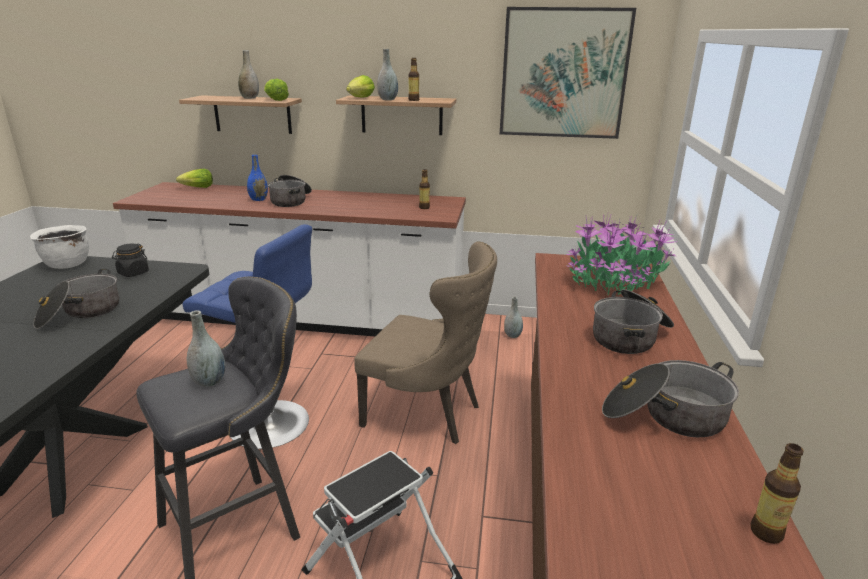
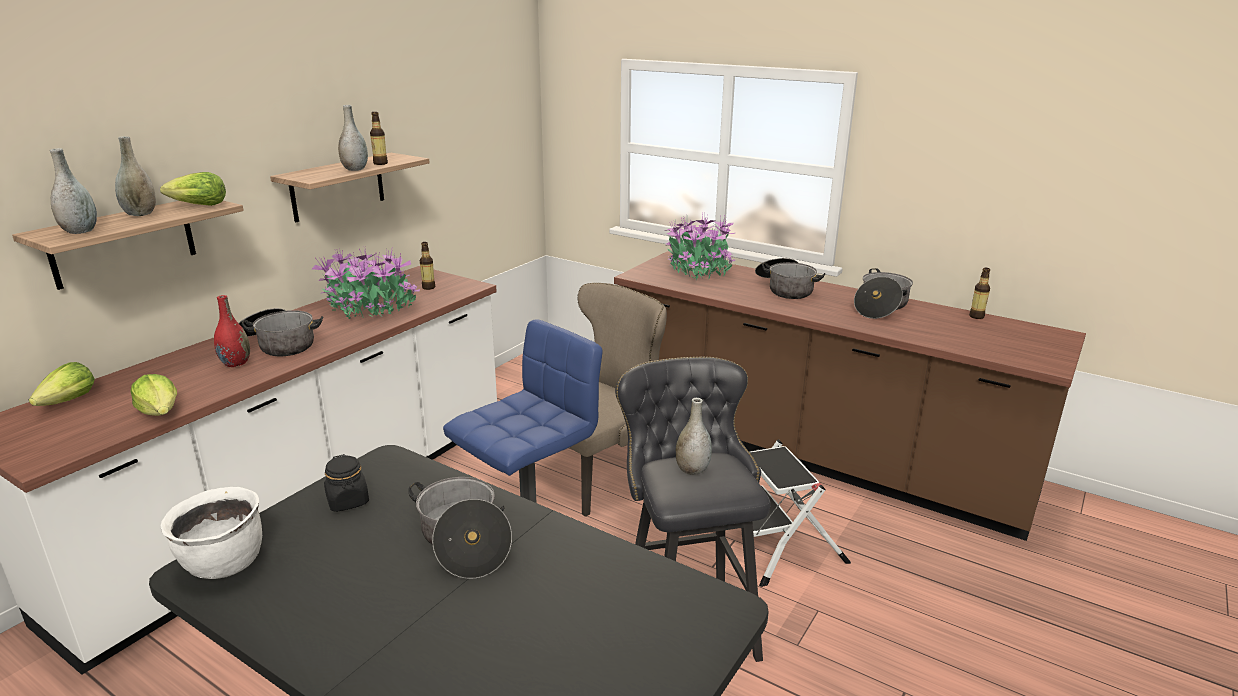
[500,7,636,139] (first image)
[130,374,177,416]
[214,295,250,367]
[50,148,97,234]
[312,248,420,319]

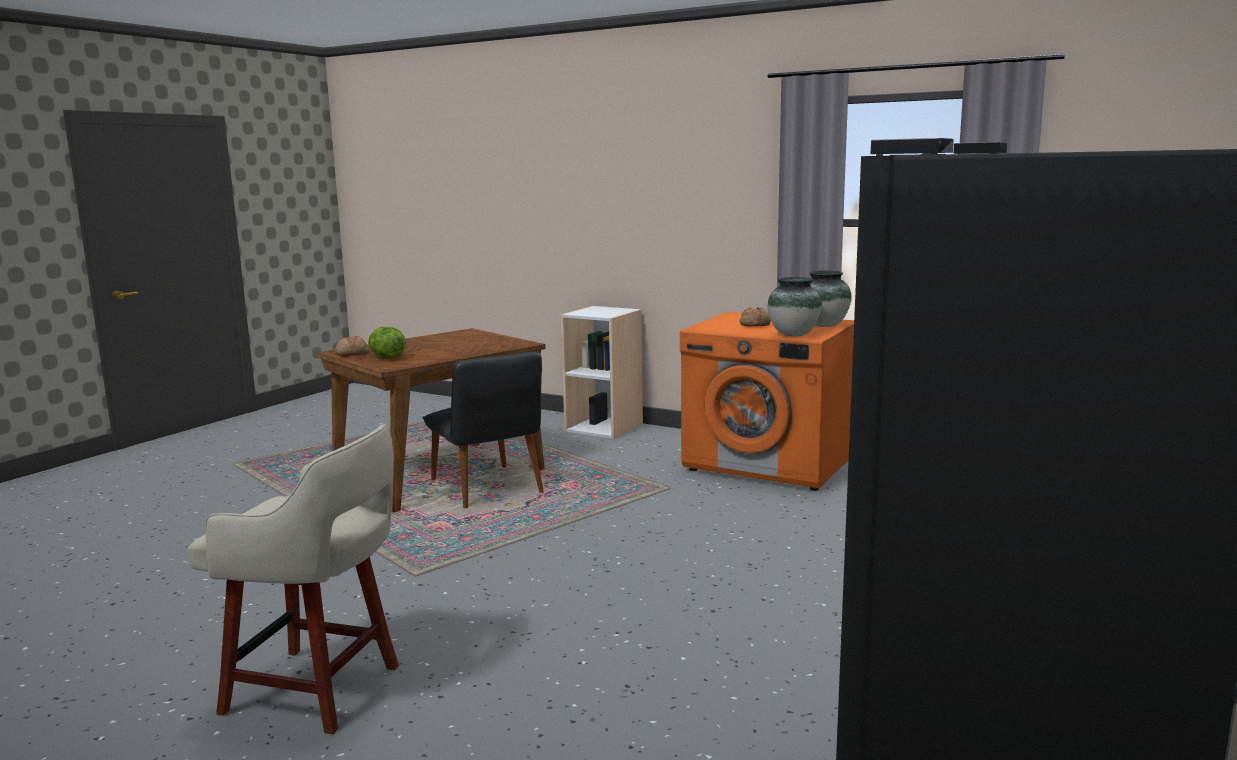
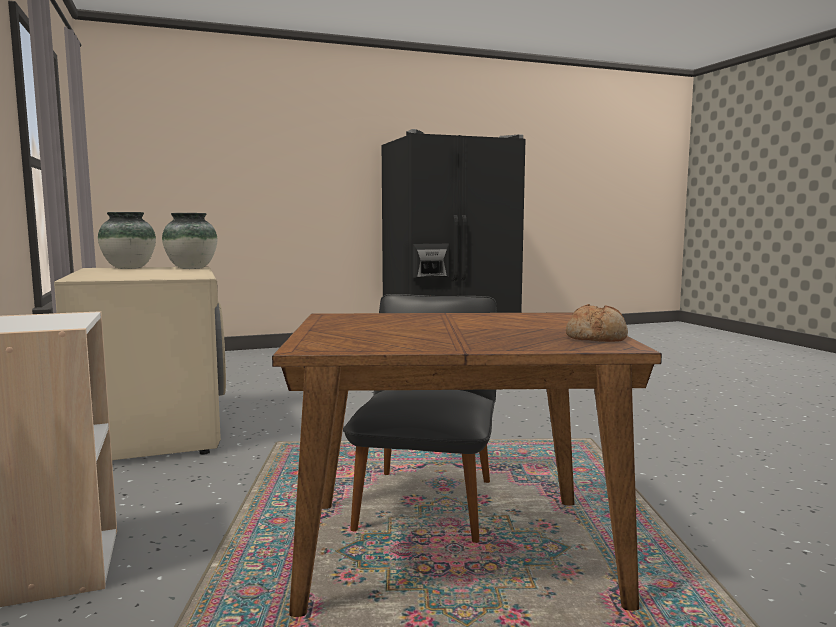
[740,307,771,326] (first image)
[54,267,226,460]
[368,327,406,359] (first image)
[188,424,399,734] (first image)

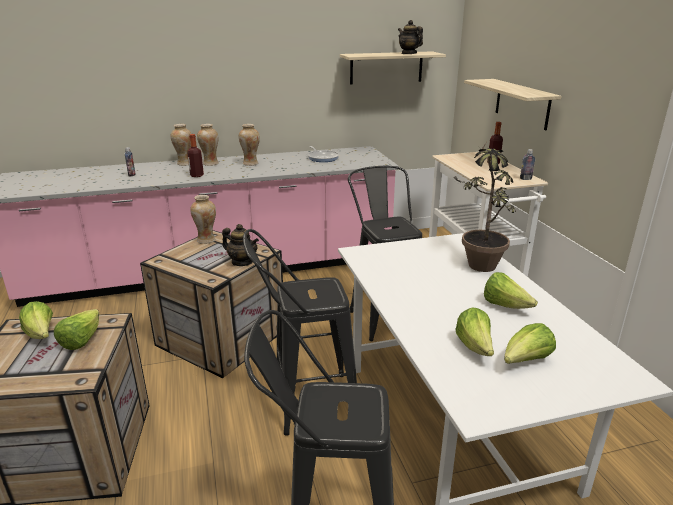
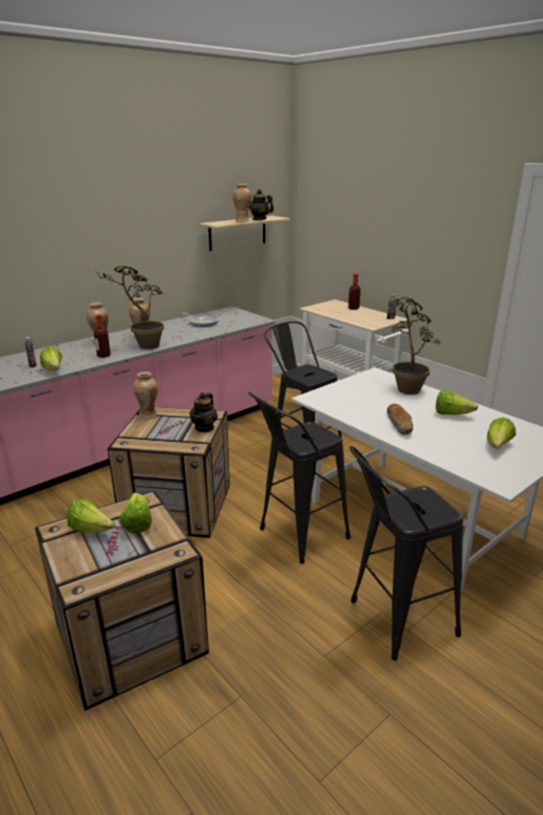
[464,79,561,131] (first image)
[233,184,251,222]
[189,392,218,432]
[40,347,62,371]
[94,266,164,349]
[387,404,413,435]

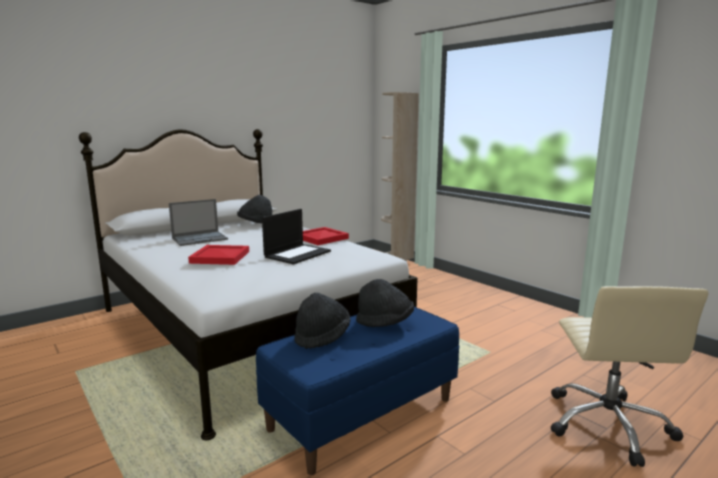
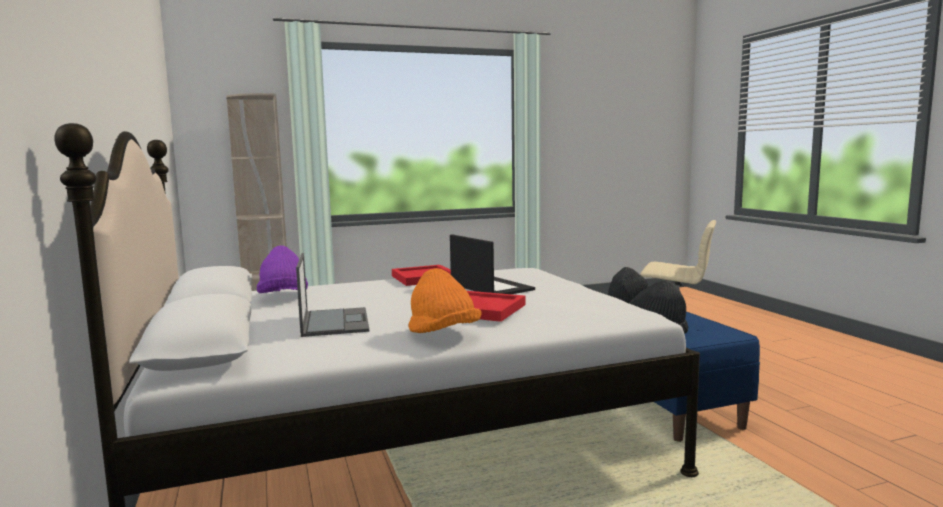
[257,246,308,293]
[409,268,481,333]

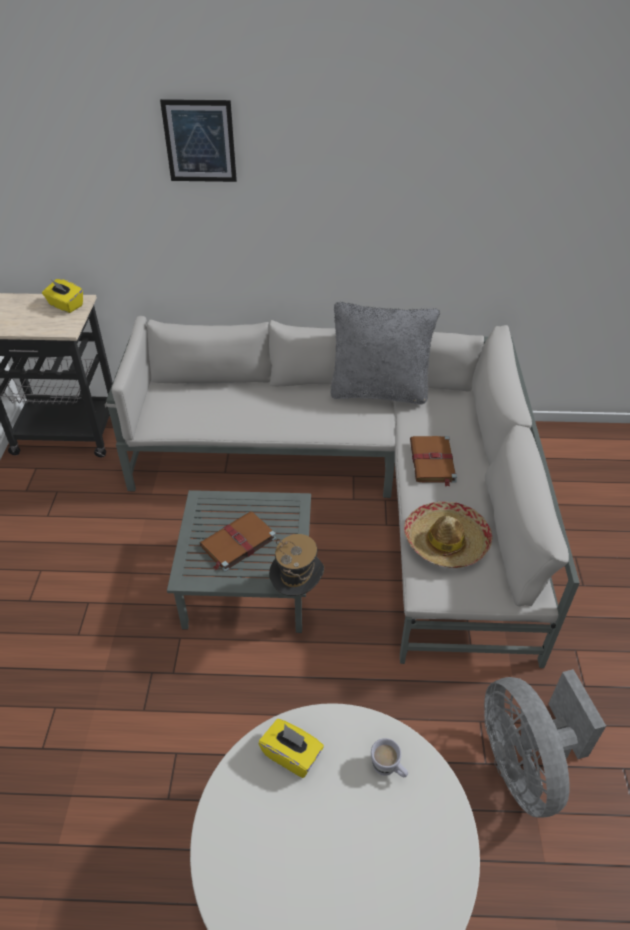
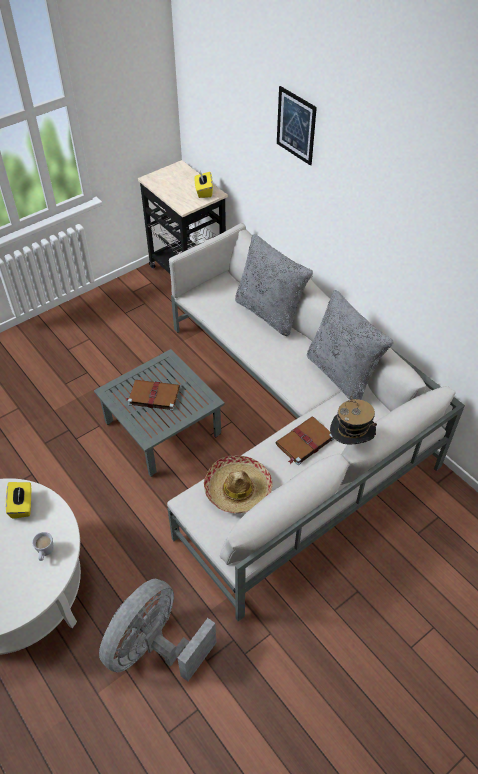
[330,397,377,444]
[235,234,314,337]

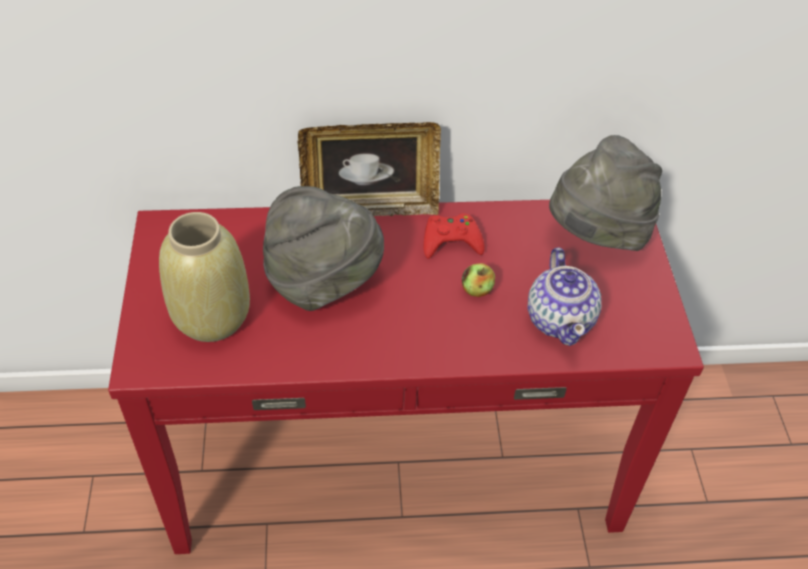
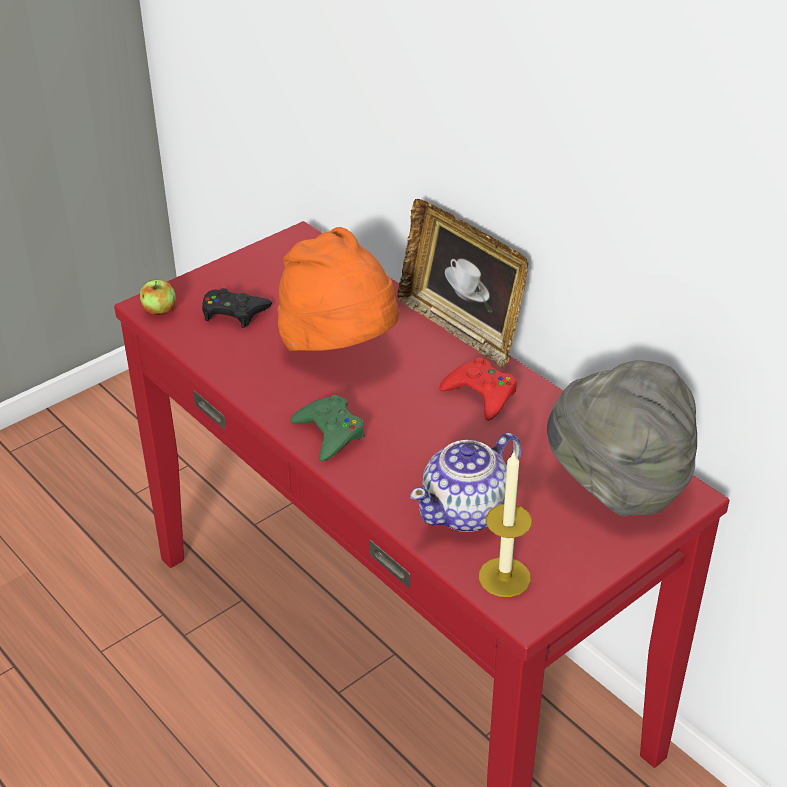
[277,227,400,351]
[202,288,272,328]
[140,279,176,315]
[290,395,365,462]
[479,452,532,597]

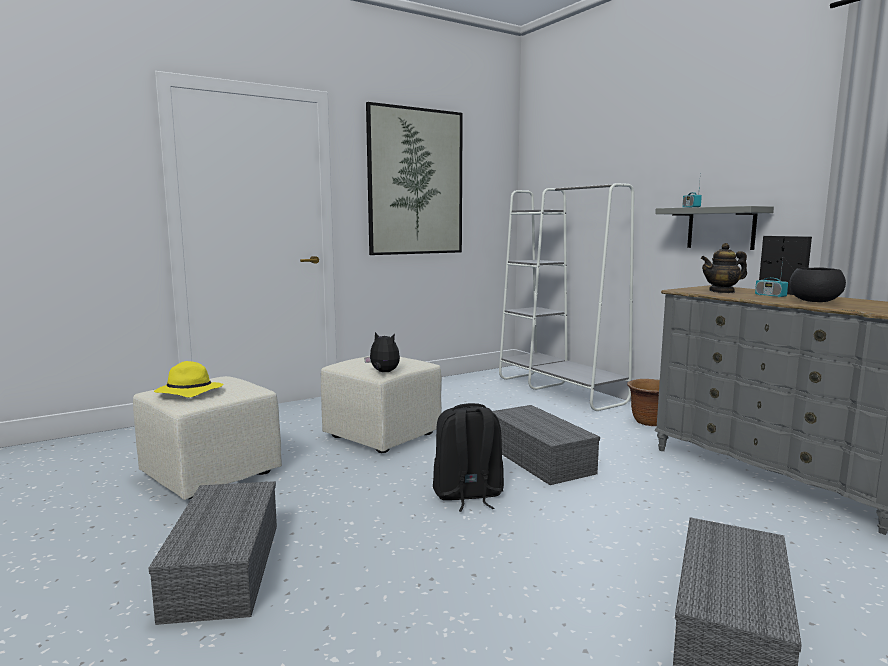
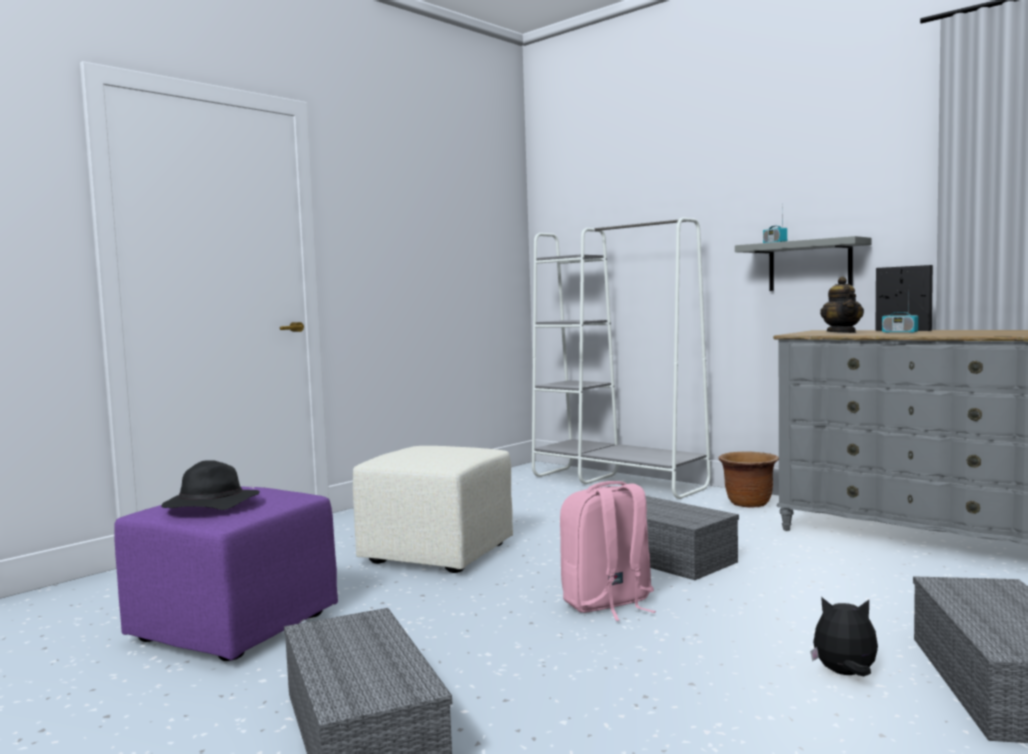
[366,102,463,255] (first image)
[820,277,864,333]
[789,267,846,302] (first image)
[810,597,878,676]
[161,460,260,510]
[115,487,338,661]
[560,481,656,621]

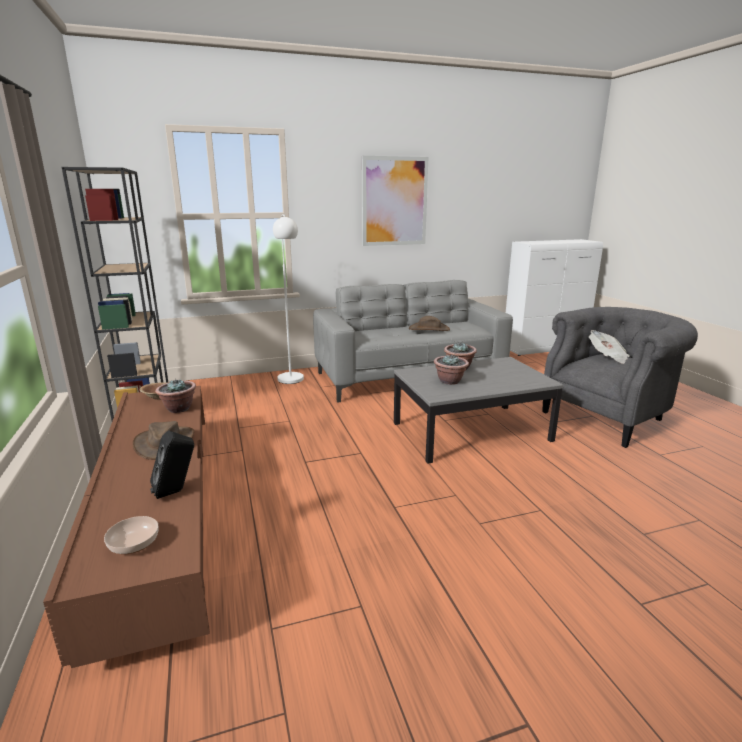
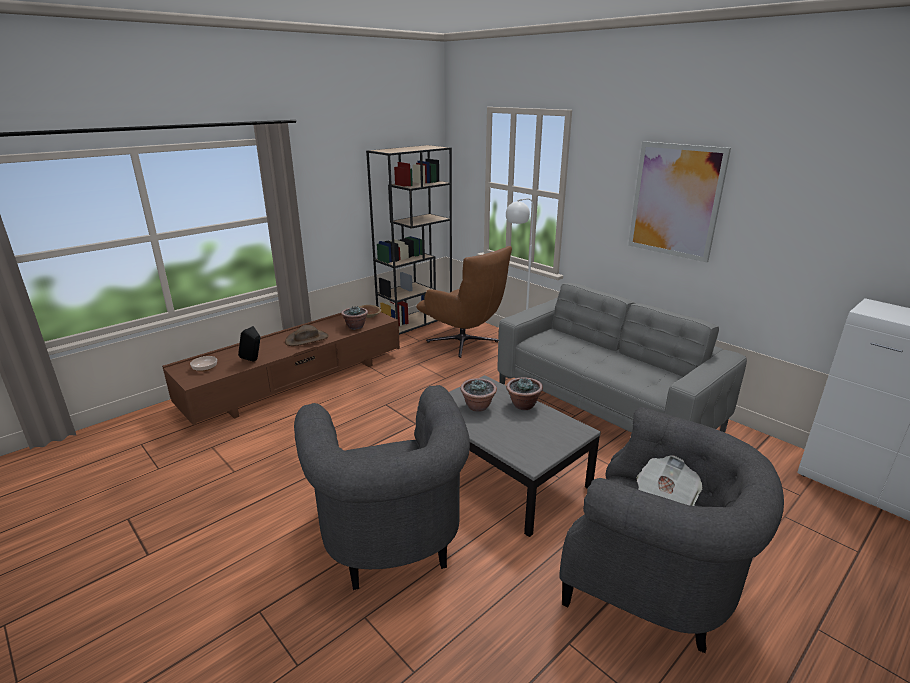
[409,316,450,331] (first image)
[416,246,512,358]
[294,385,470,590]

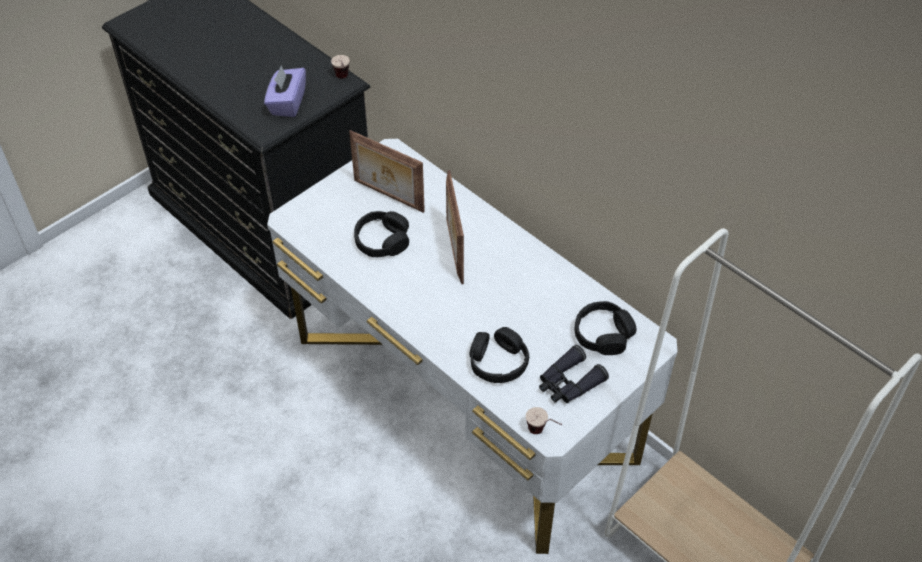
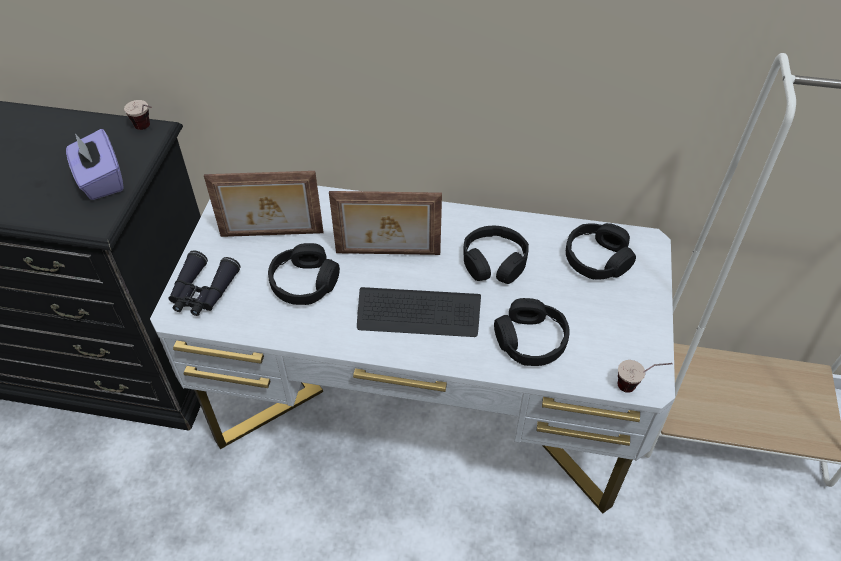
[329,191,442,255]
[168,250,240,316]
[463,226,529,284]
[357,287,481,337]

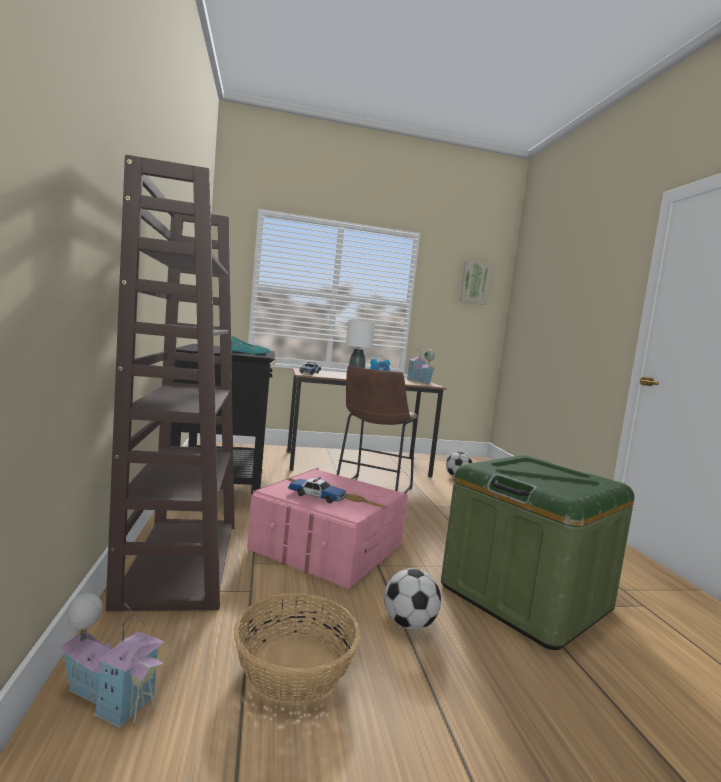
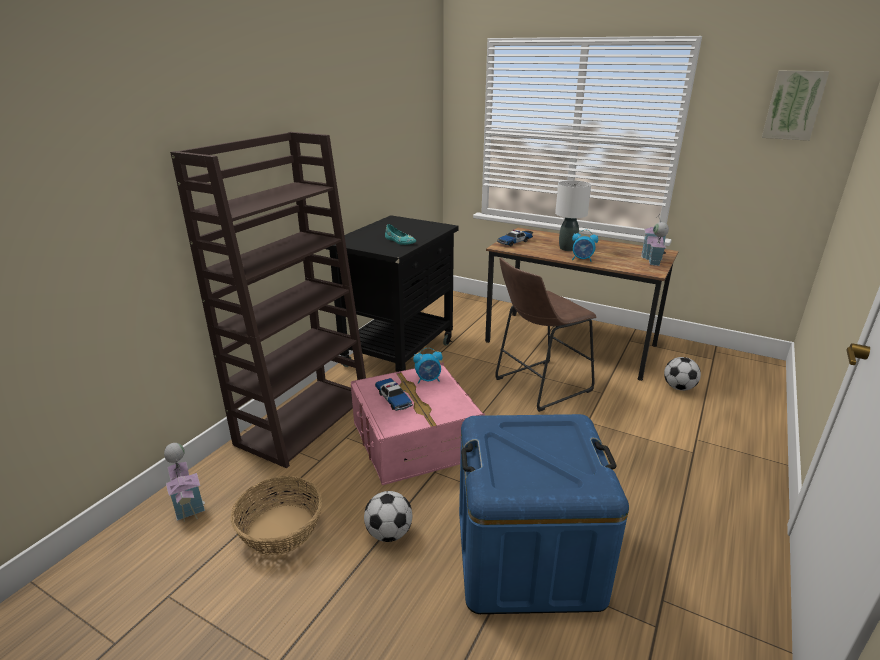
[459,414,629,614]
[413,348,443,384]

